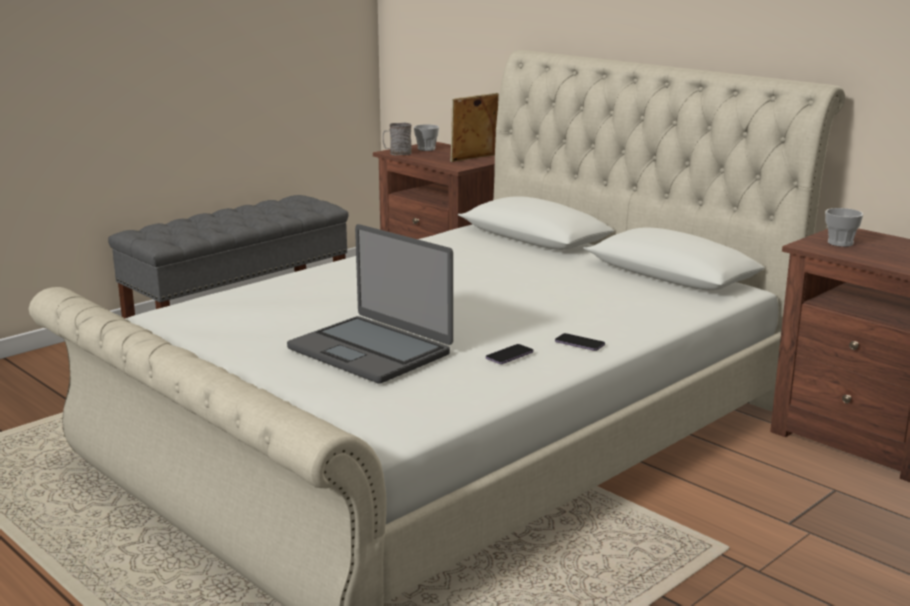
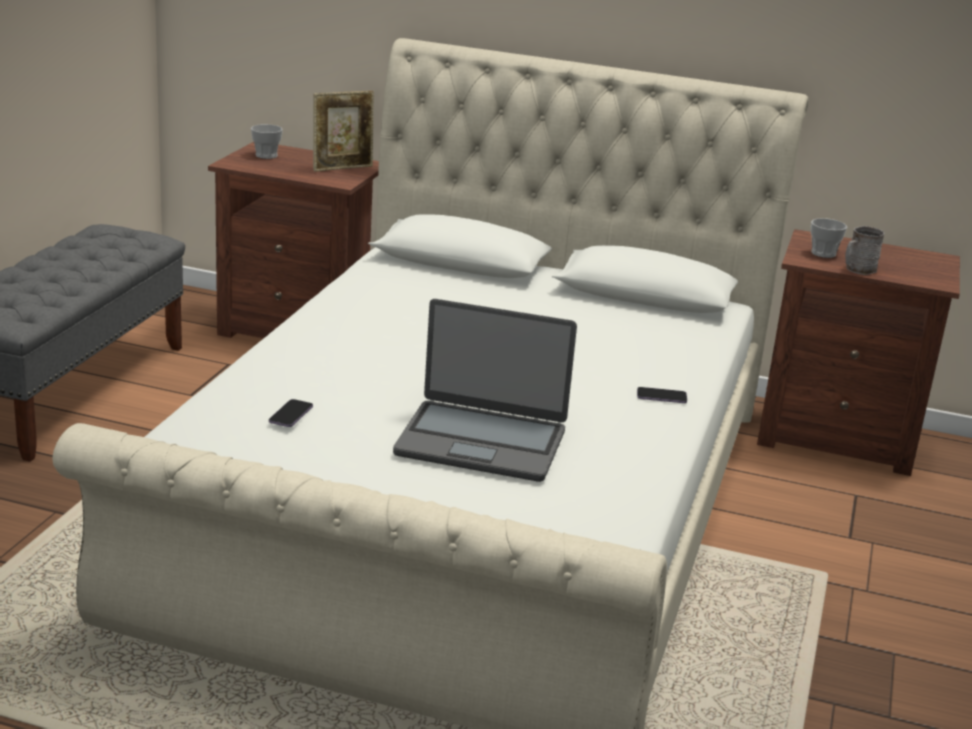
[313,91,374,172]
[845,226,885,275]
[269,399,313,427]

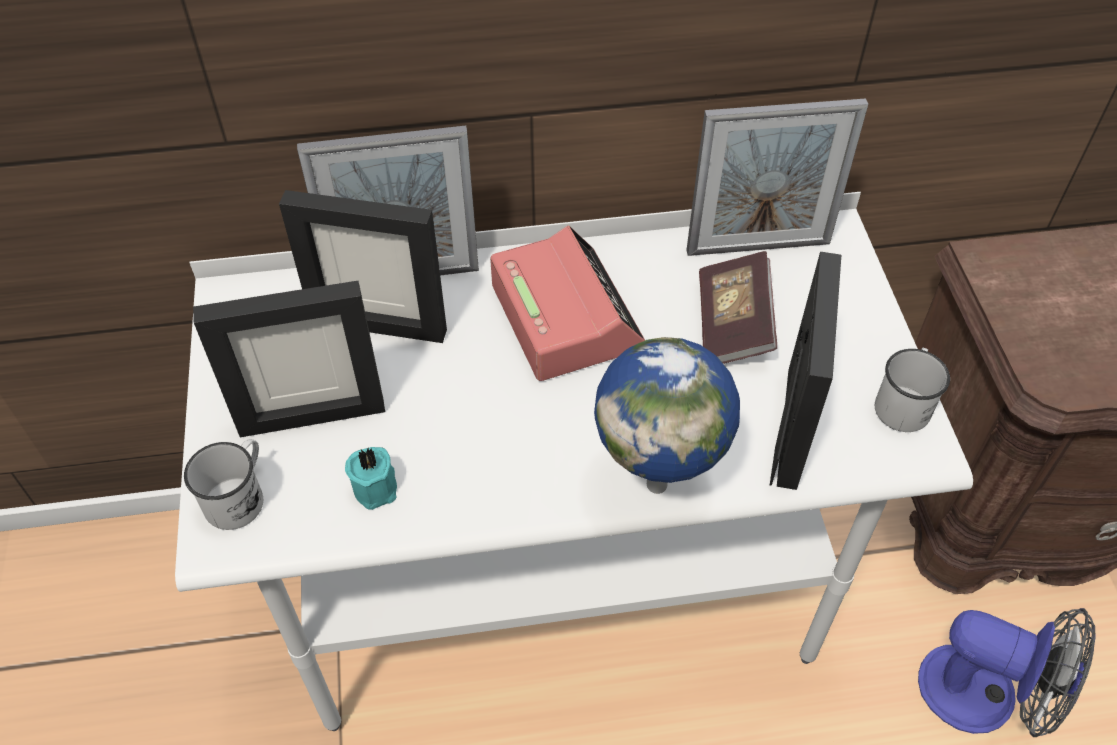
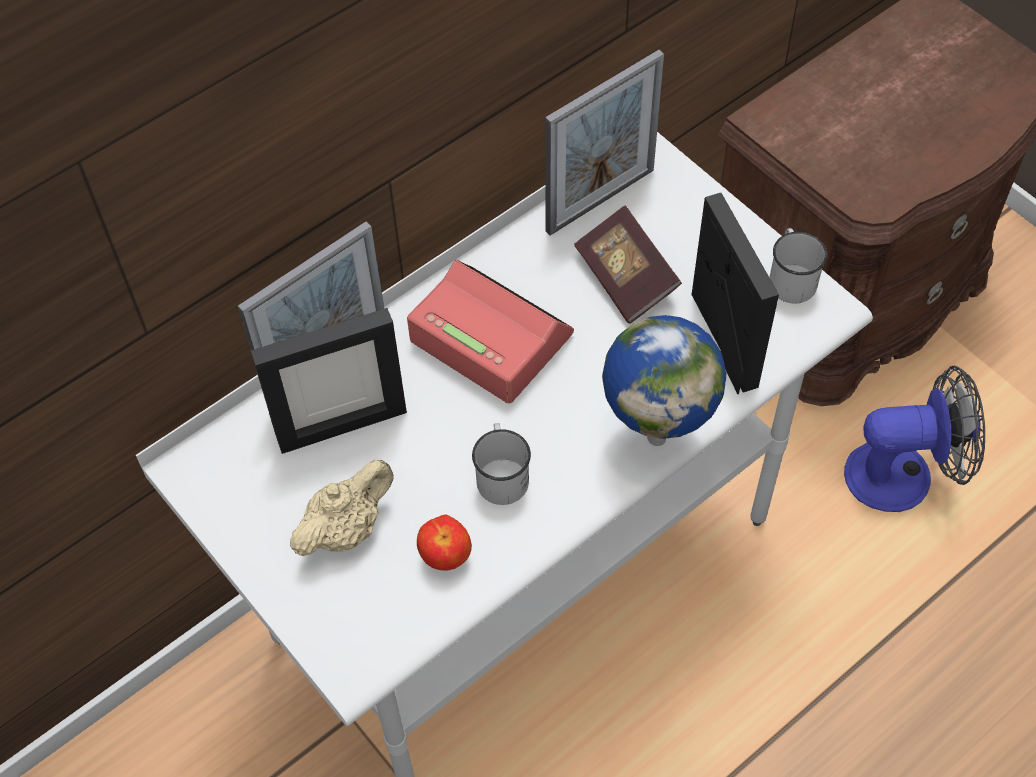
[290,460,394,556]
[472,423,531,505]
[417,514,472,570]

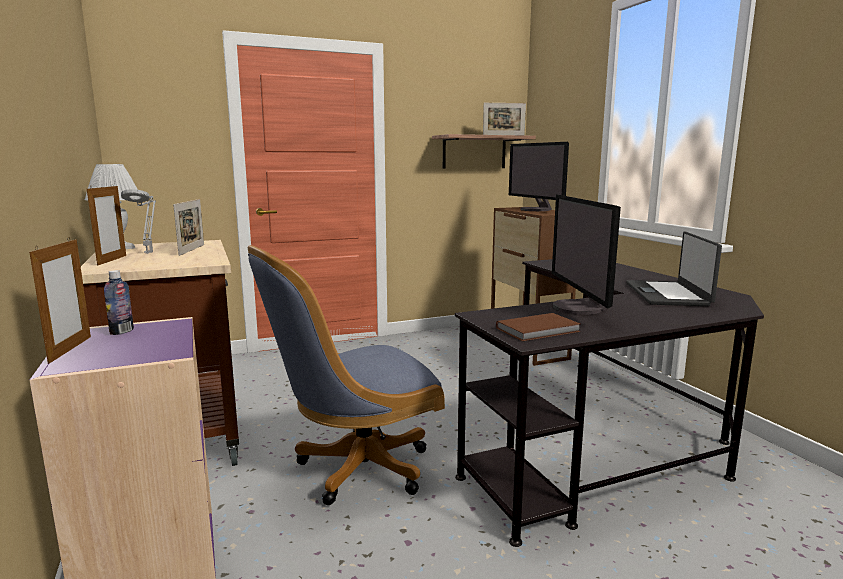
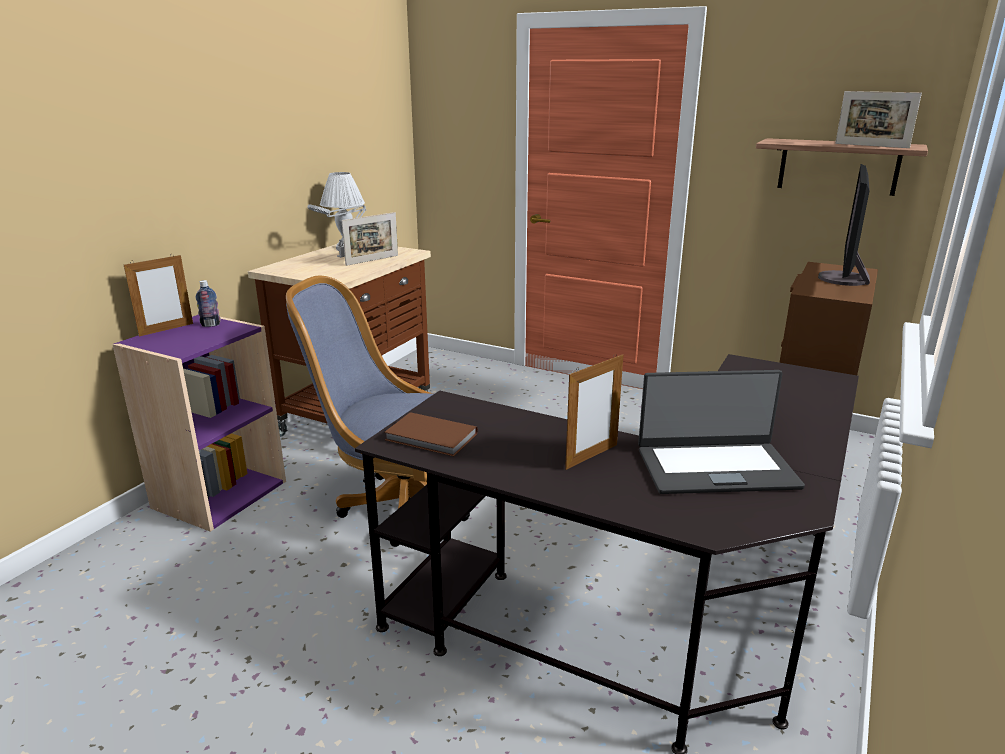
[565,354,623,470]
[552,194,621,315] (first image)
[638,370,805,494]

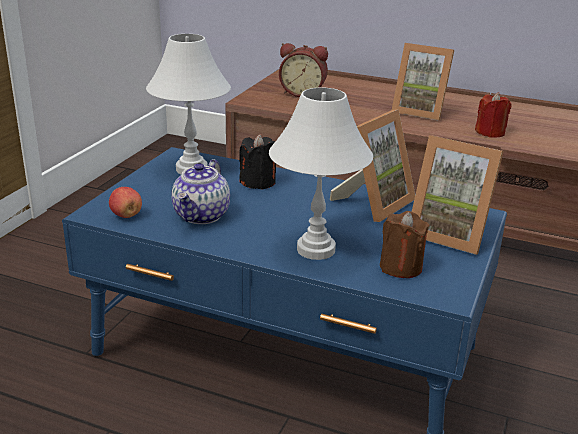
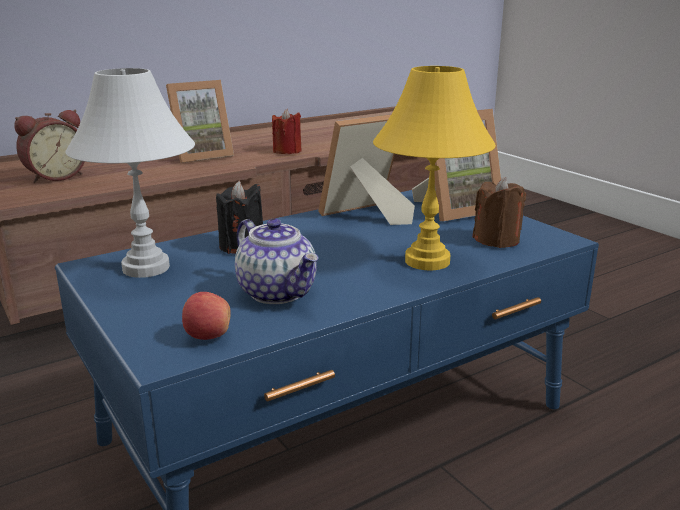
[373,66,496,270]
[318,114,415,225]

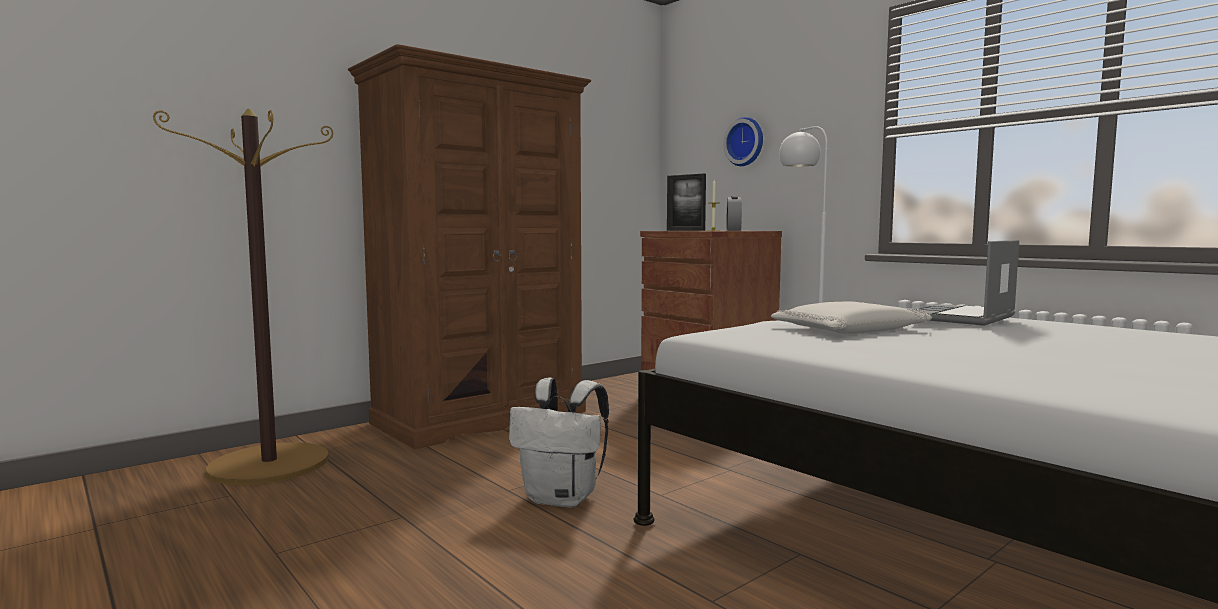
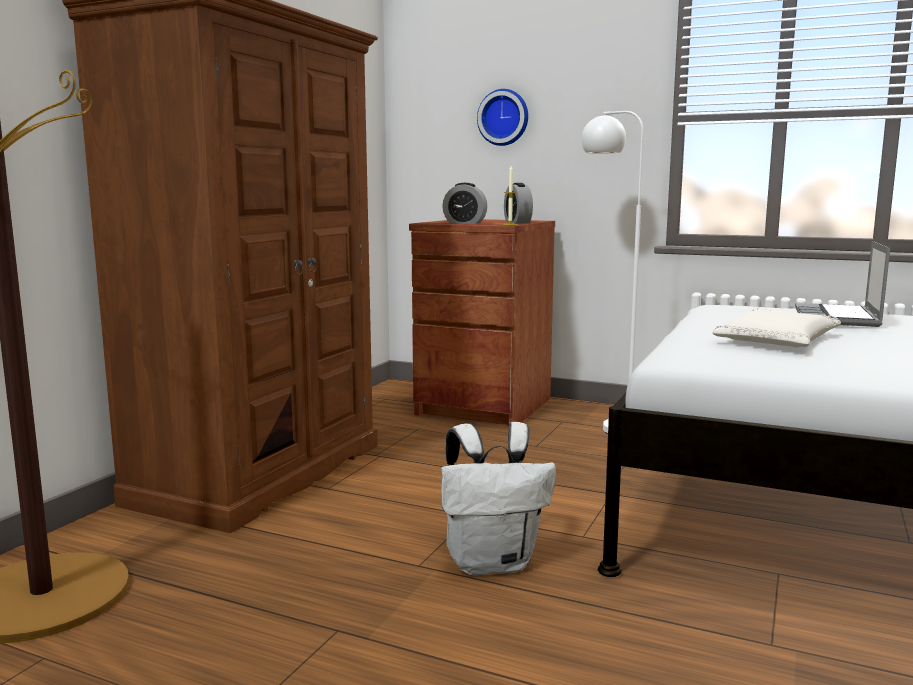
[442,183,487,224]

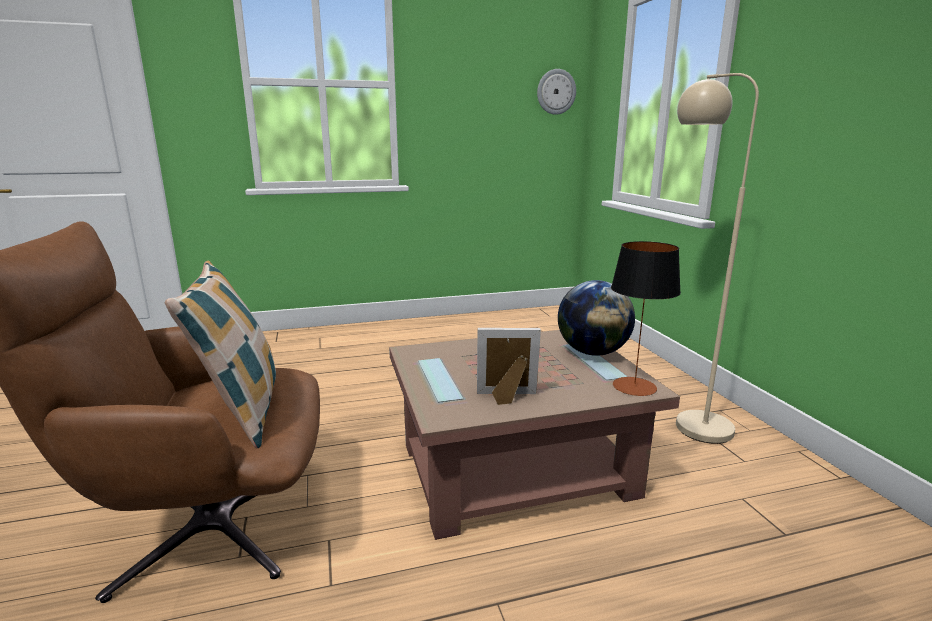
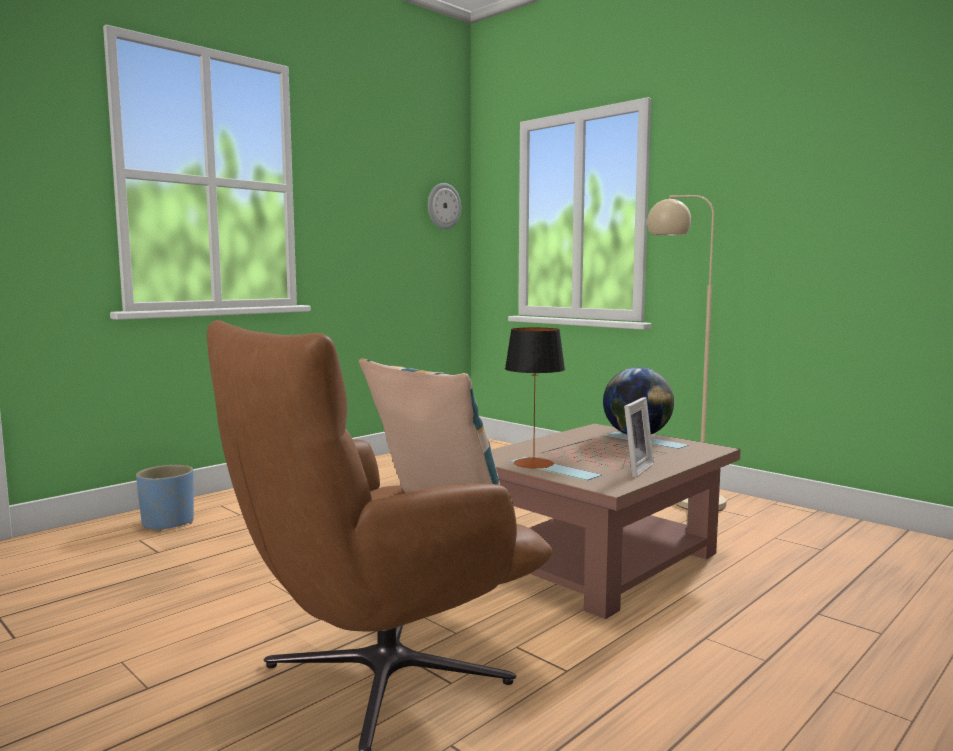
[505,327,565,468]
[622,397,654,477]
[136,465,194,532]

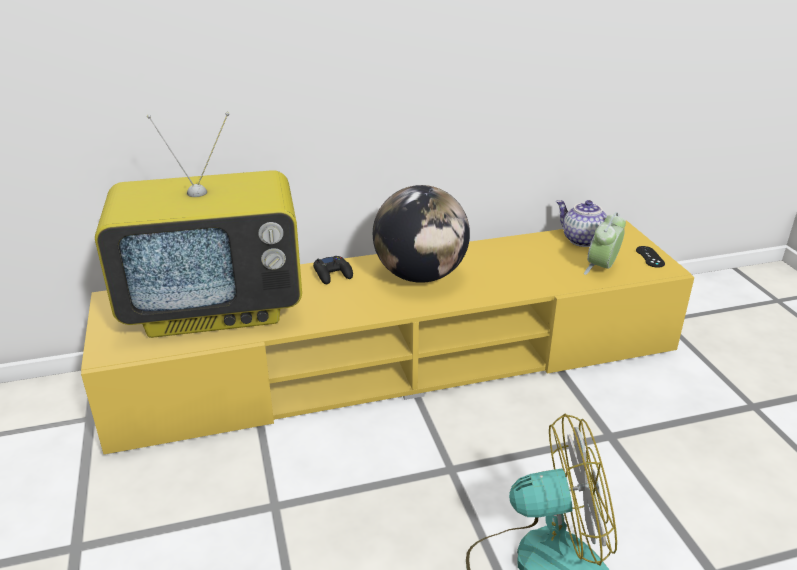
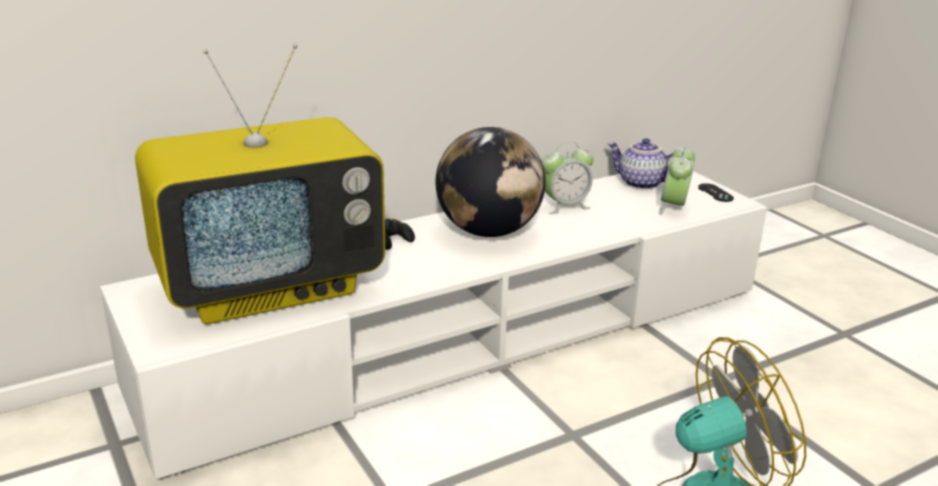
[100,163,767,480]
[542,141,594,214]

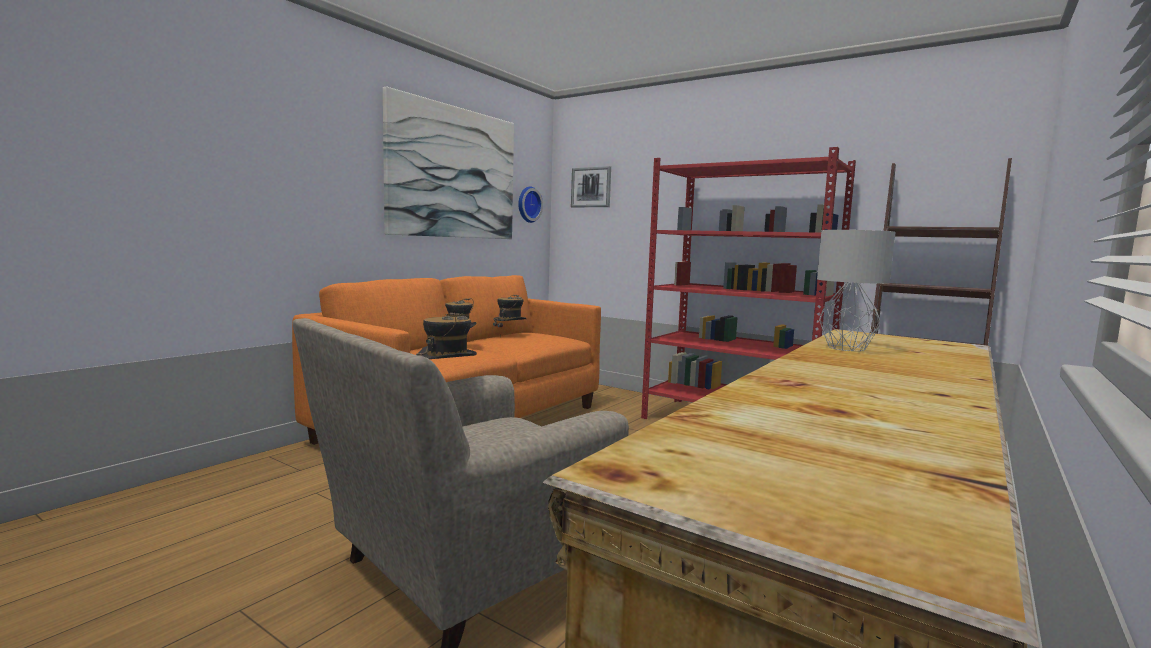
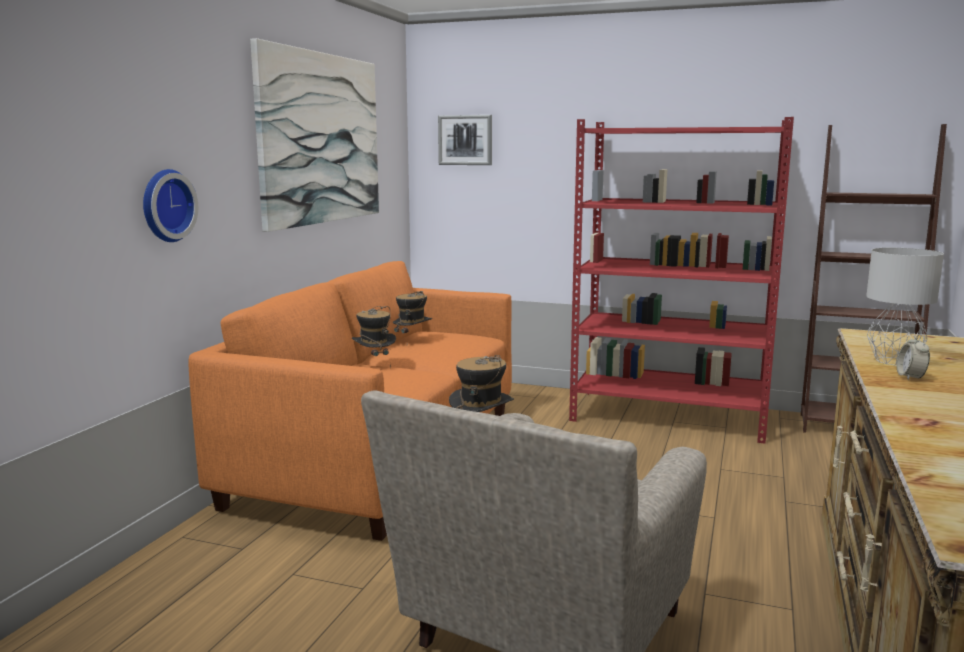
[143,169,198,242]
[896,334,930,380]

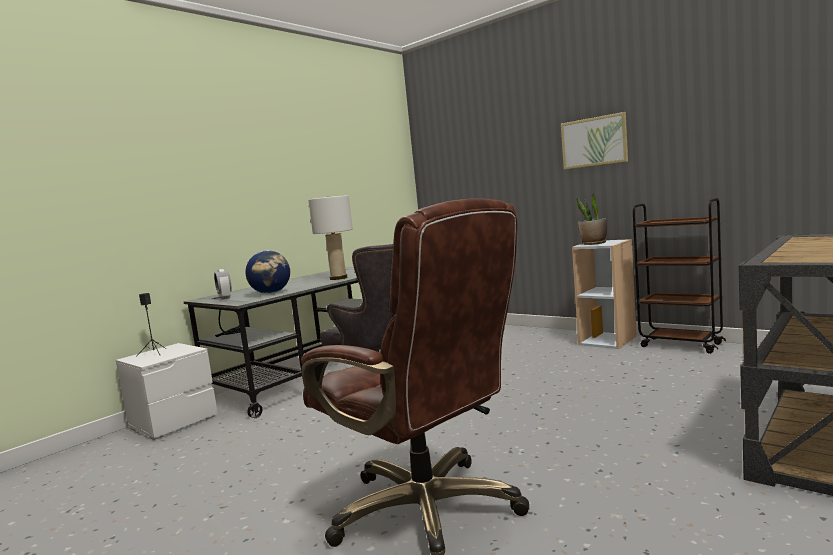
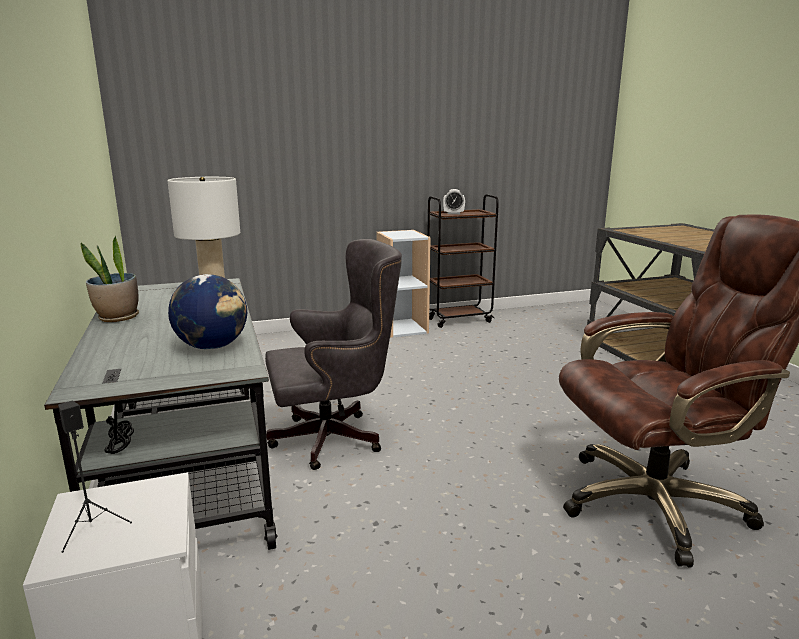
[561,112,628,169] (first image)
[81,236,139,322]
[443,189,465,214]

